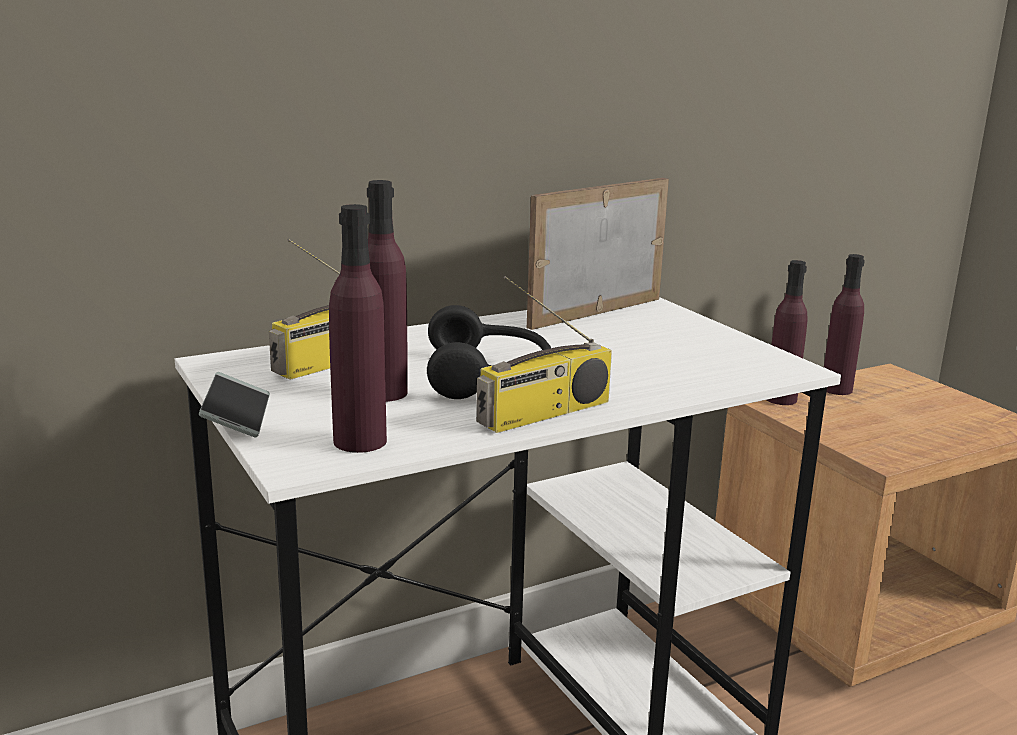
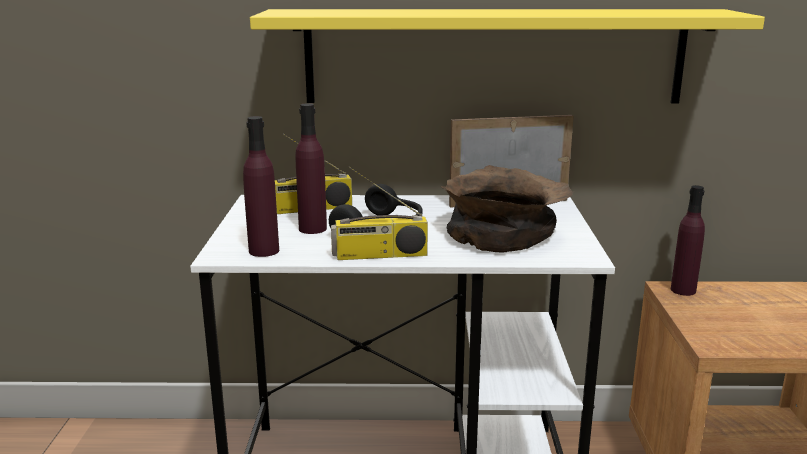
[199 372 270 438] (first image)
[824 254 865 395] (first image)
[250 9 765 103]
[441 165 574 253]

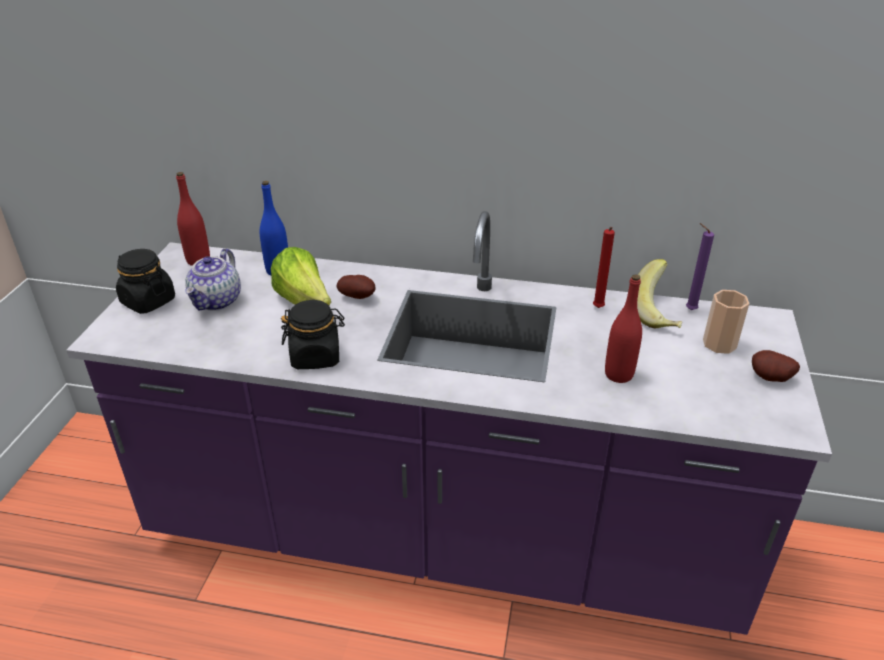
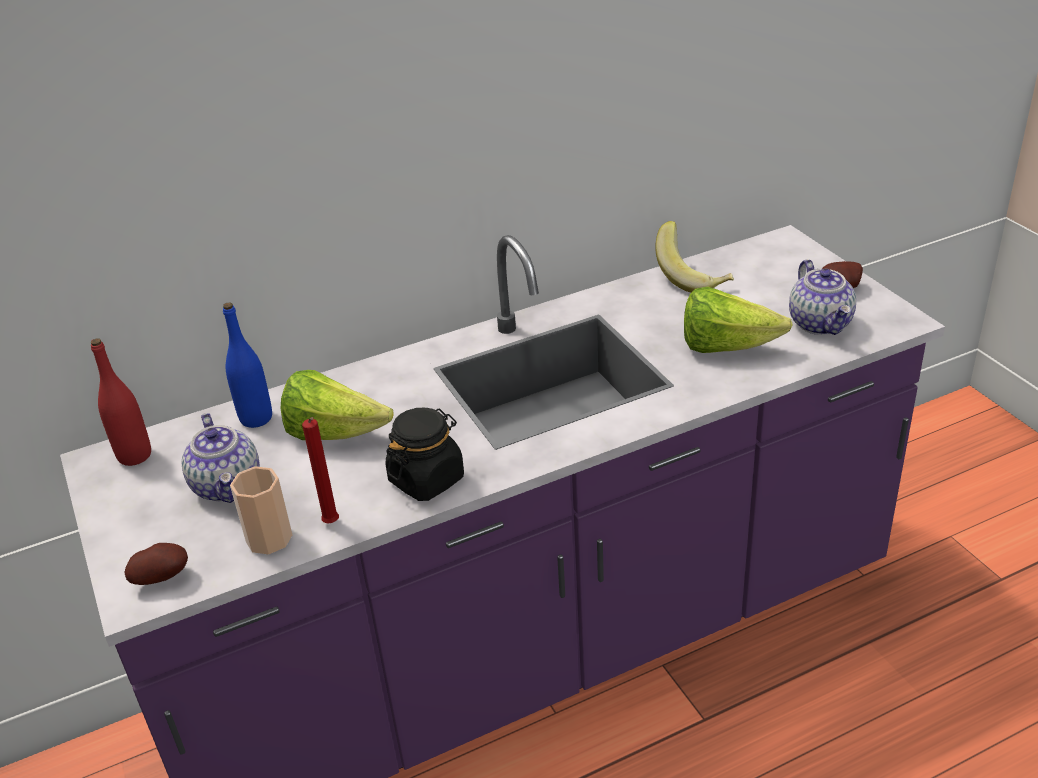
[116 249 175 314] (first image)
[125 543 188 585]
[302 417 339 523]
[684 287 793 353]
[686 223 714 310] (first image)
[230 466 293 554]
[789 259 856 335]

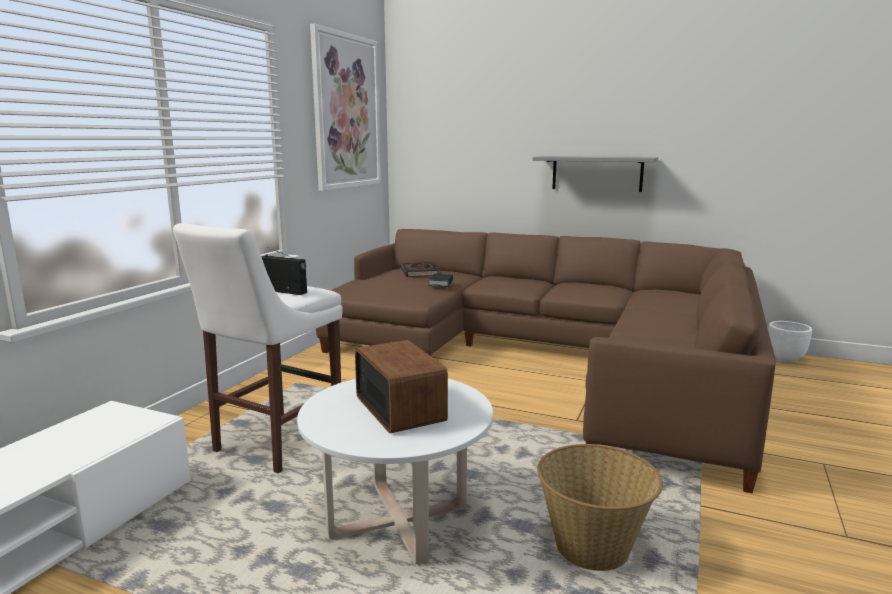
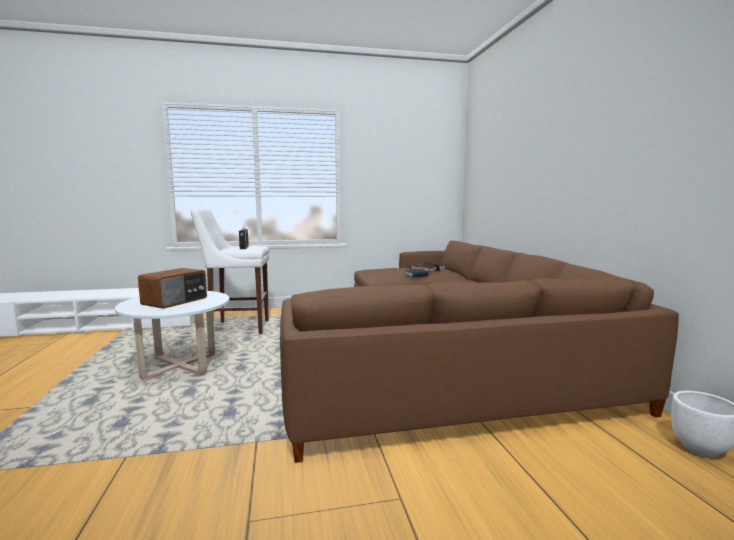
[310 24 381 191] (first image)
[532 156 658 192] (first image)
[537 444 663 571] (first image)

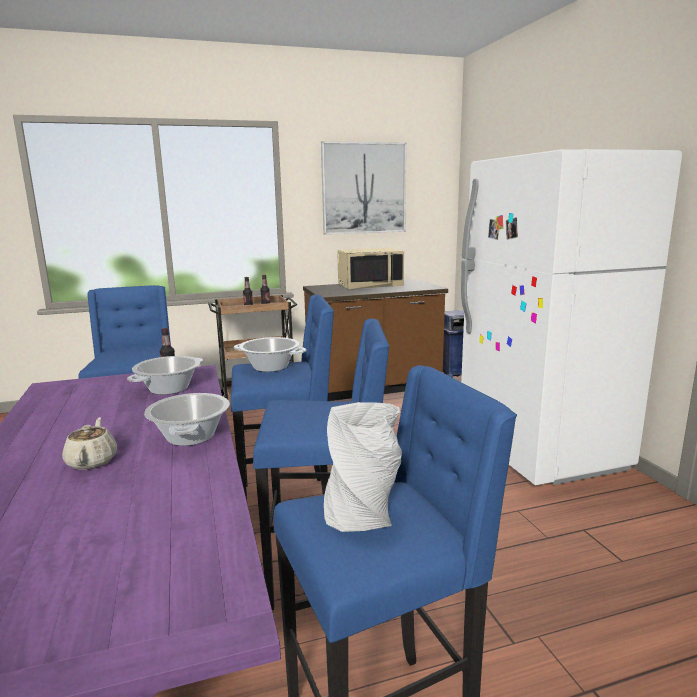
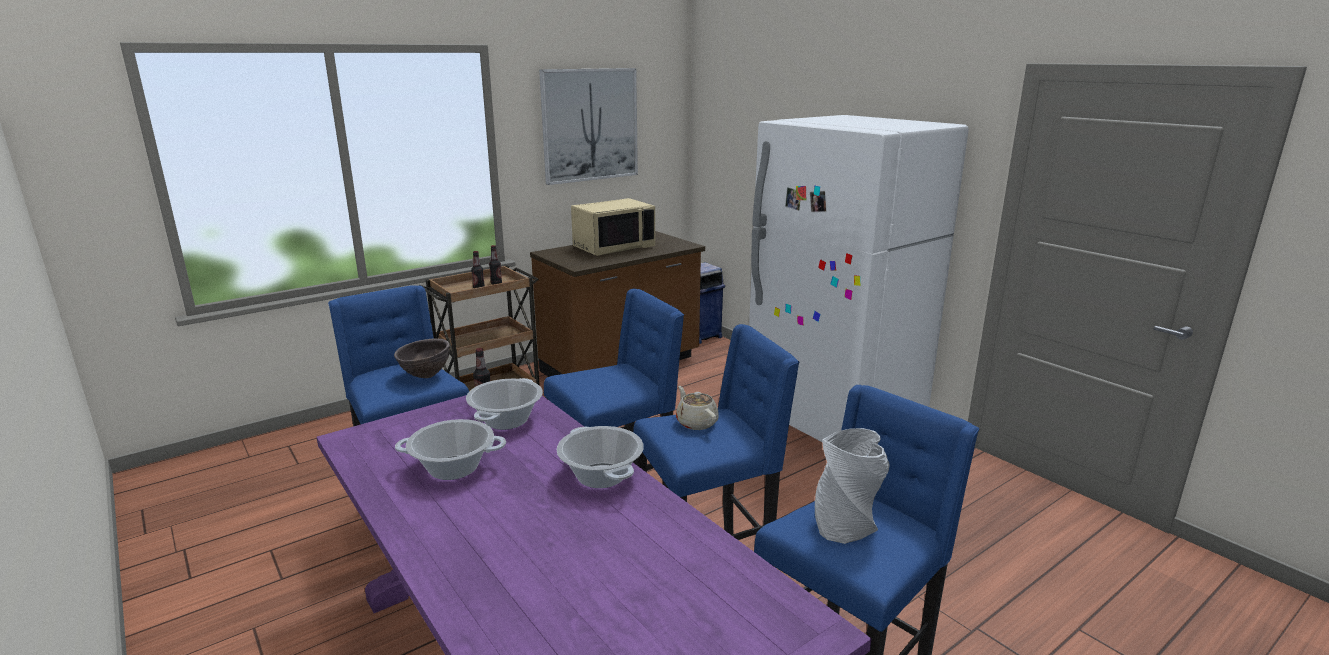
[676 386 719 430]
[395 419 506 480]
[394 339 450 378]

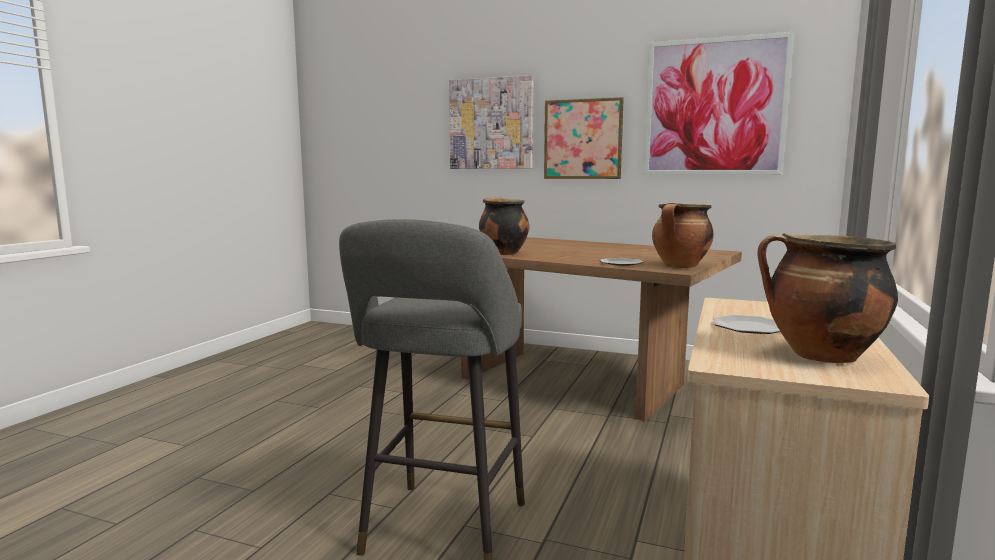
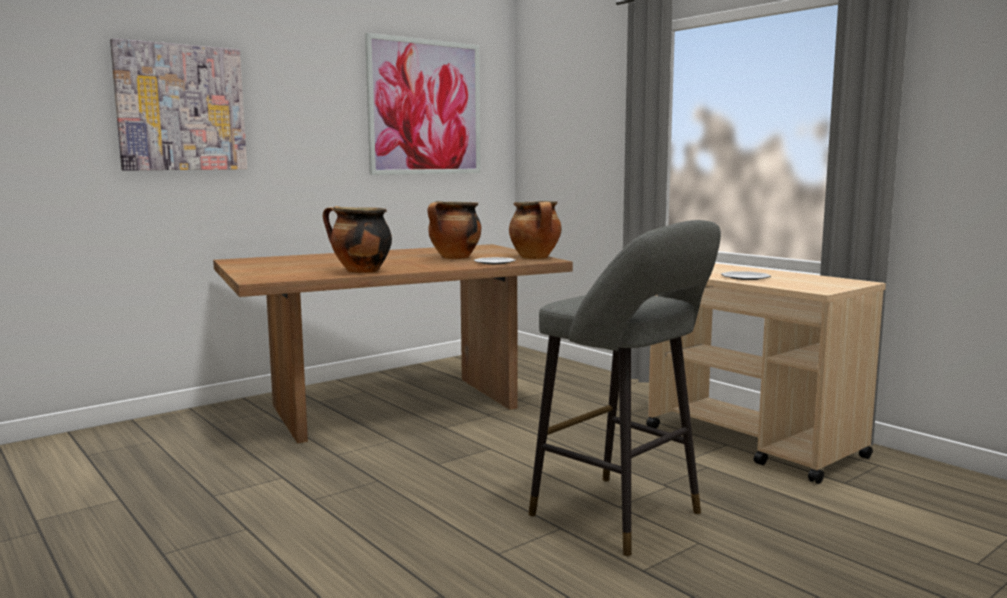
[544 97 624 179] (first image)
[427 201 481 259]

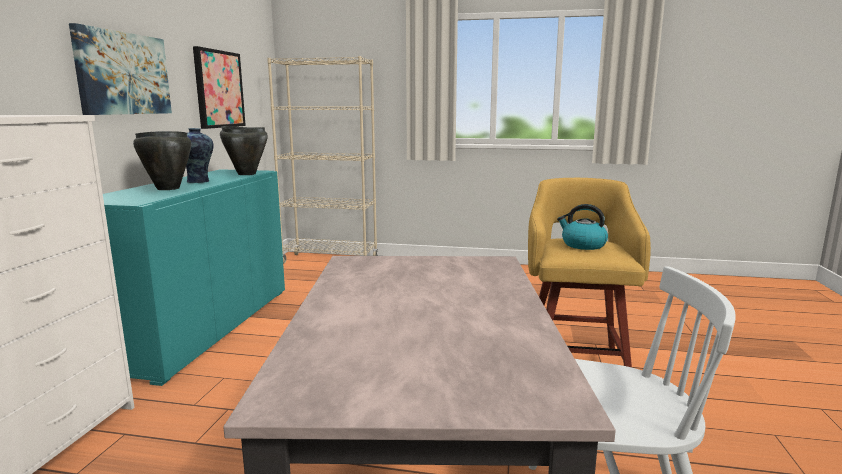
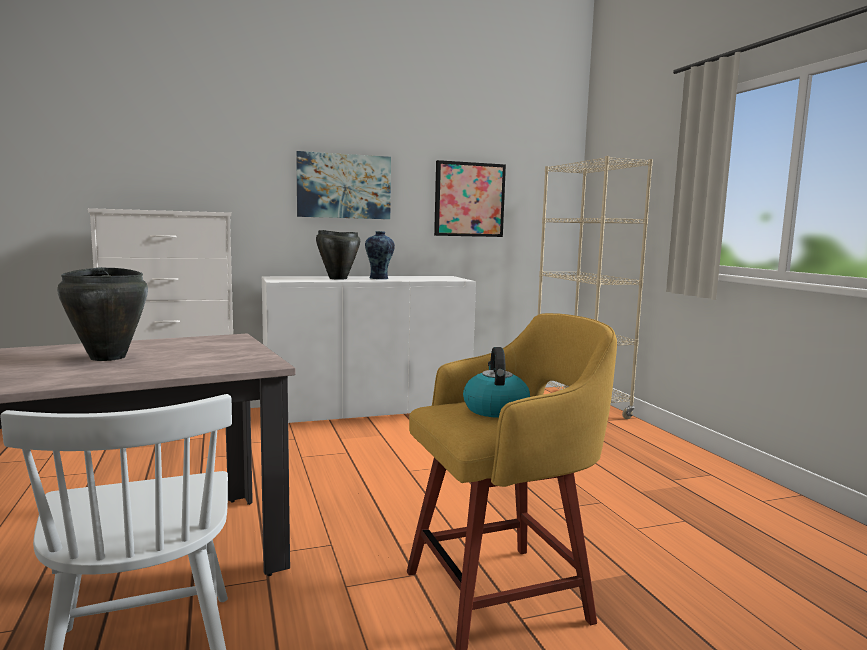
[262 276 476 423]
[57 267 148 361]

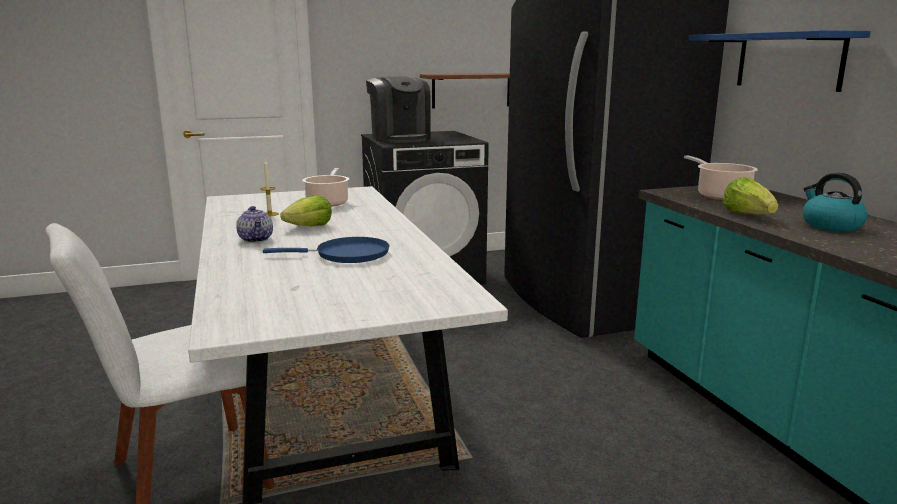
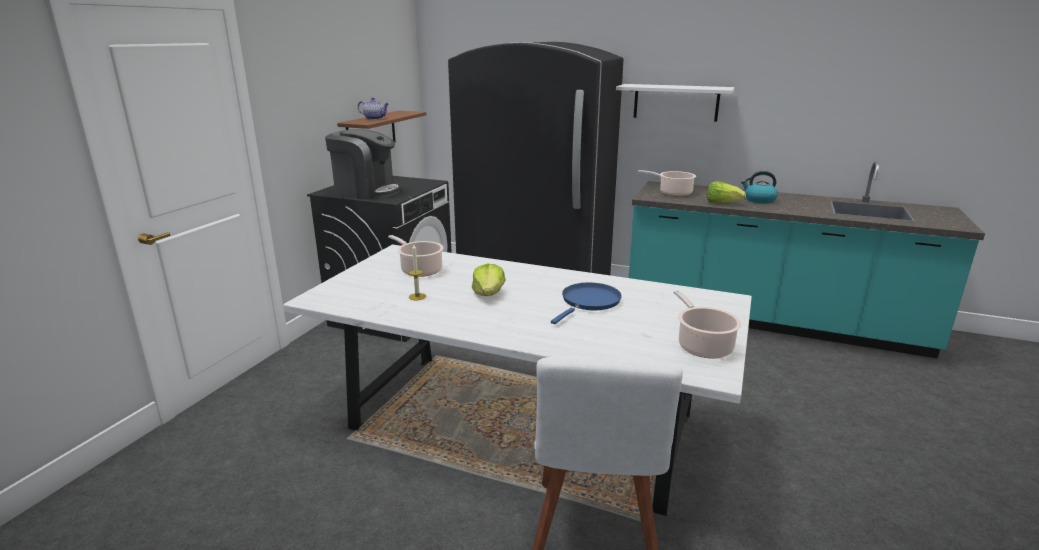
[358 97 389 120]
[616 84 735 122]
[673 290 741 359]

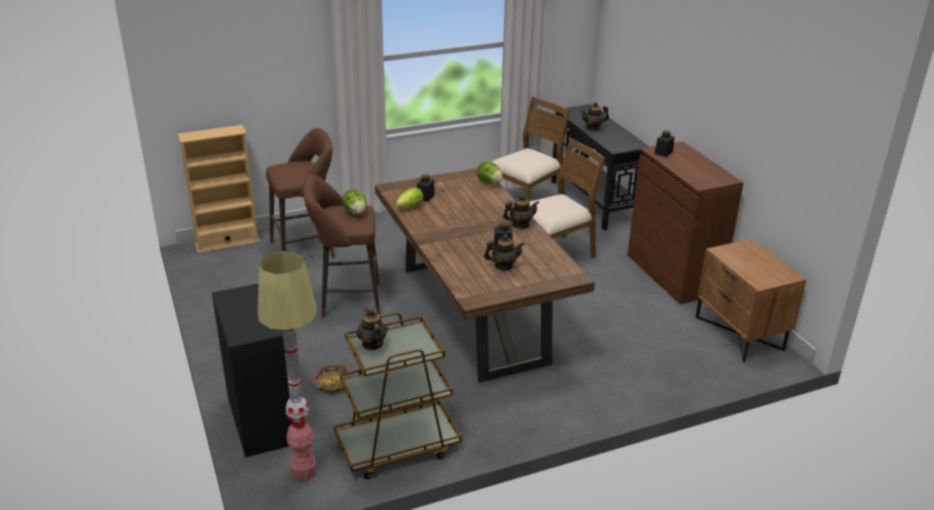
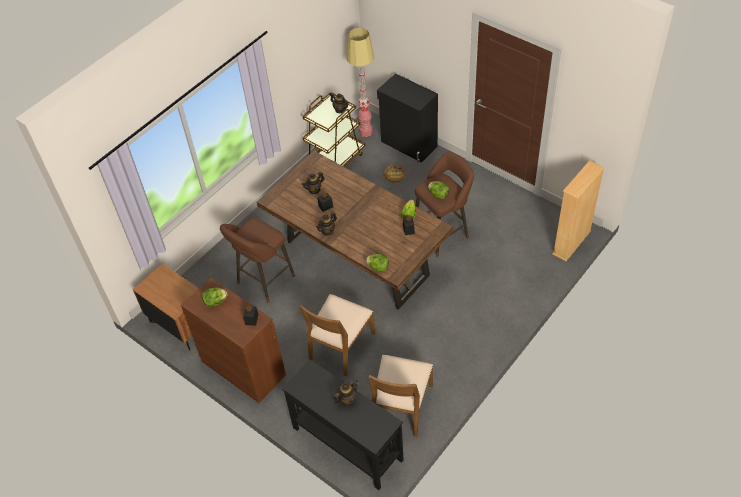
[220 218 295 303]
[202 288 227 307]

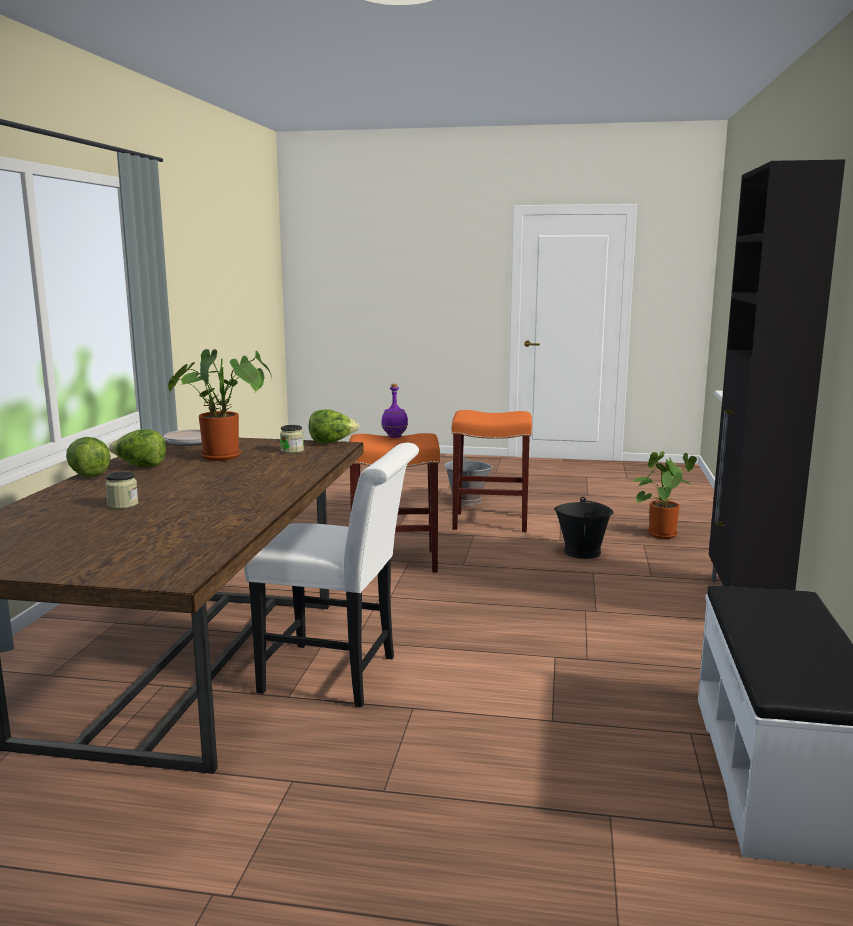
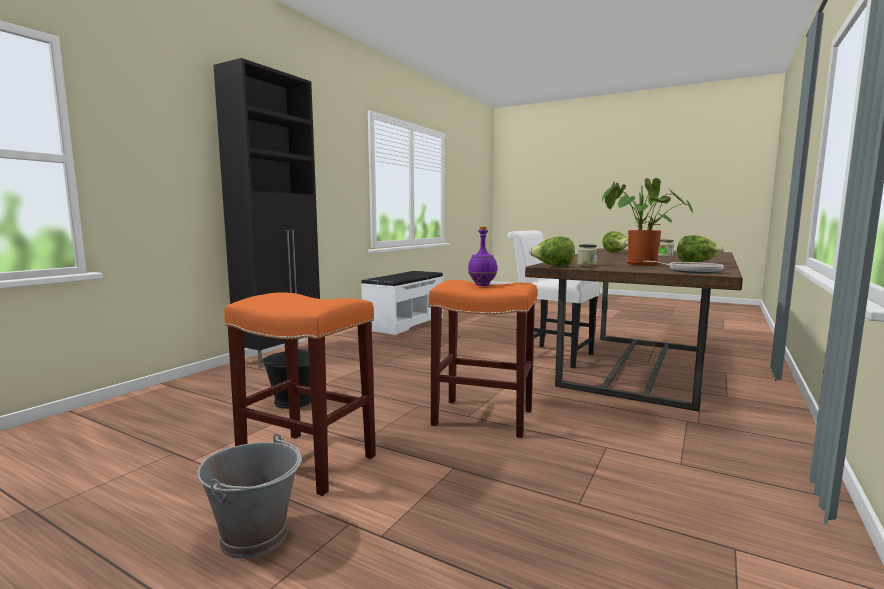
[602 231 628 253]
[634 451 697 539] (first image)

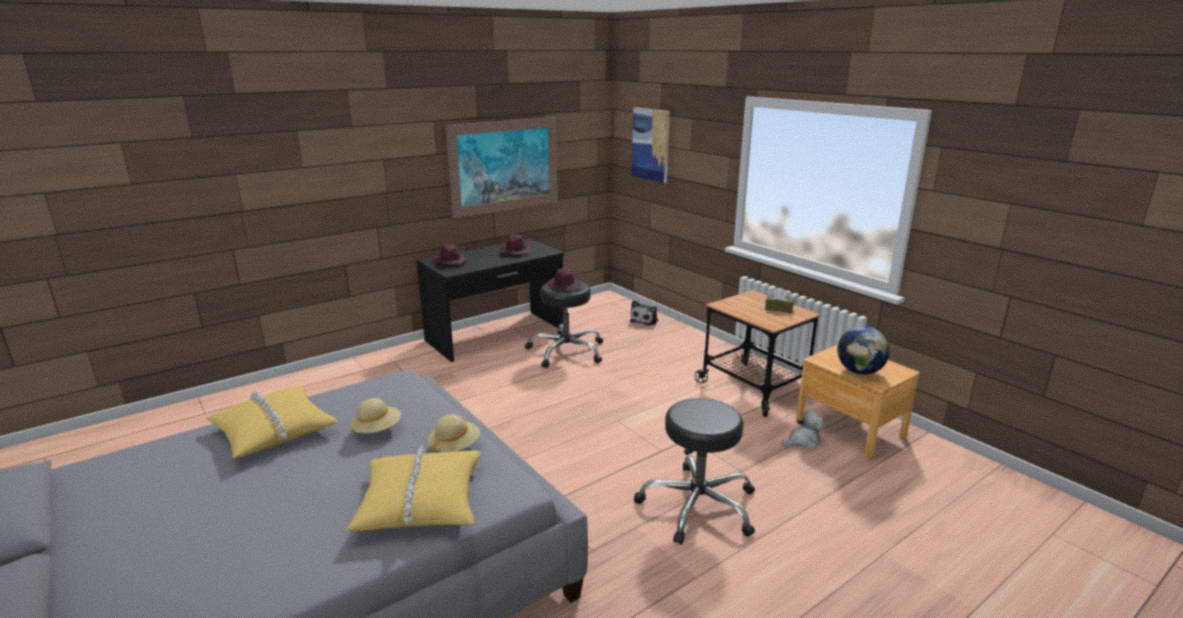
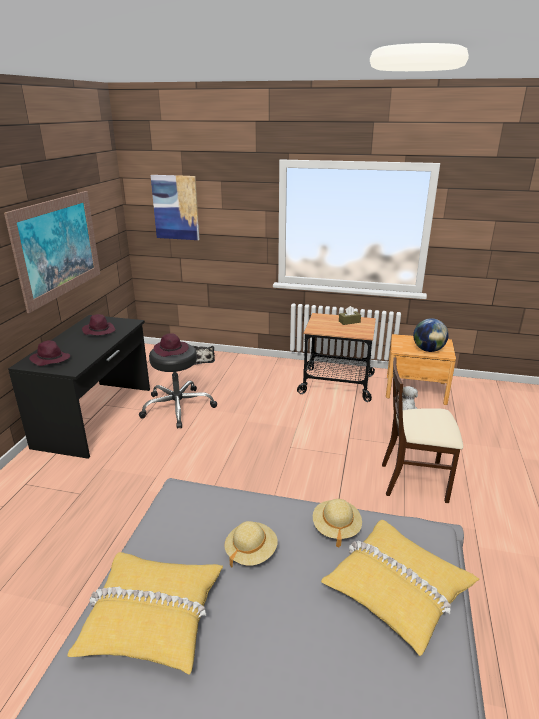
[382 357 463 503]

